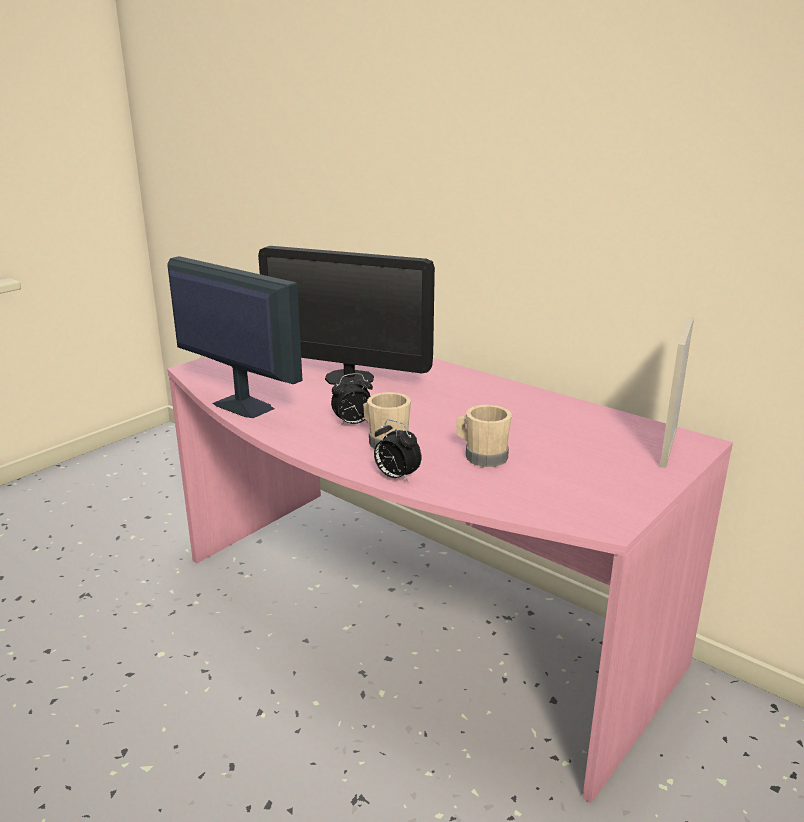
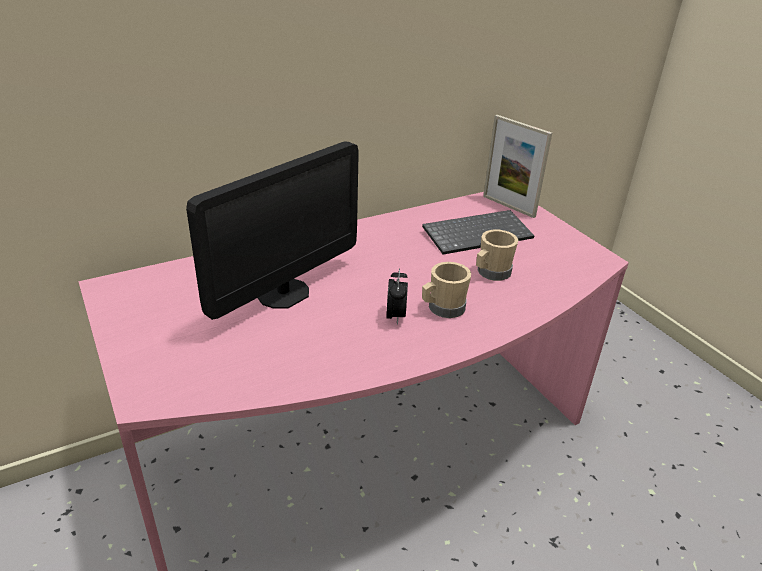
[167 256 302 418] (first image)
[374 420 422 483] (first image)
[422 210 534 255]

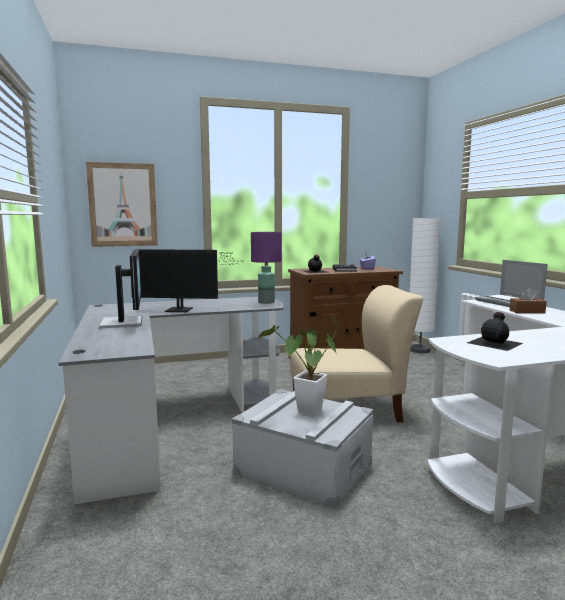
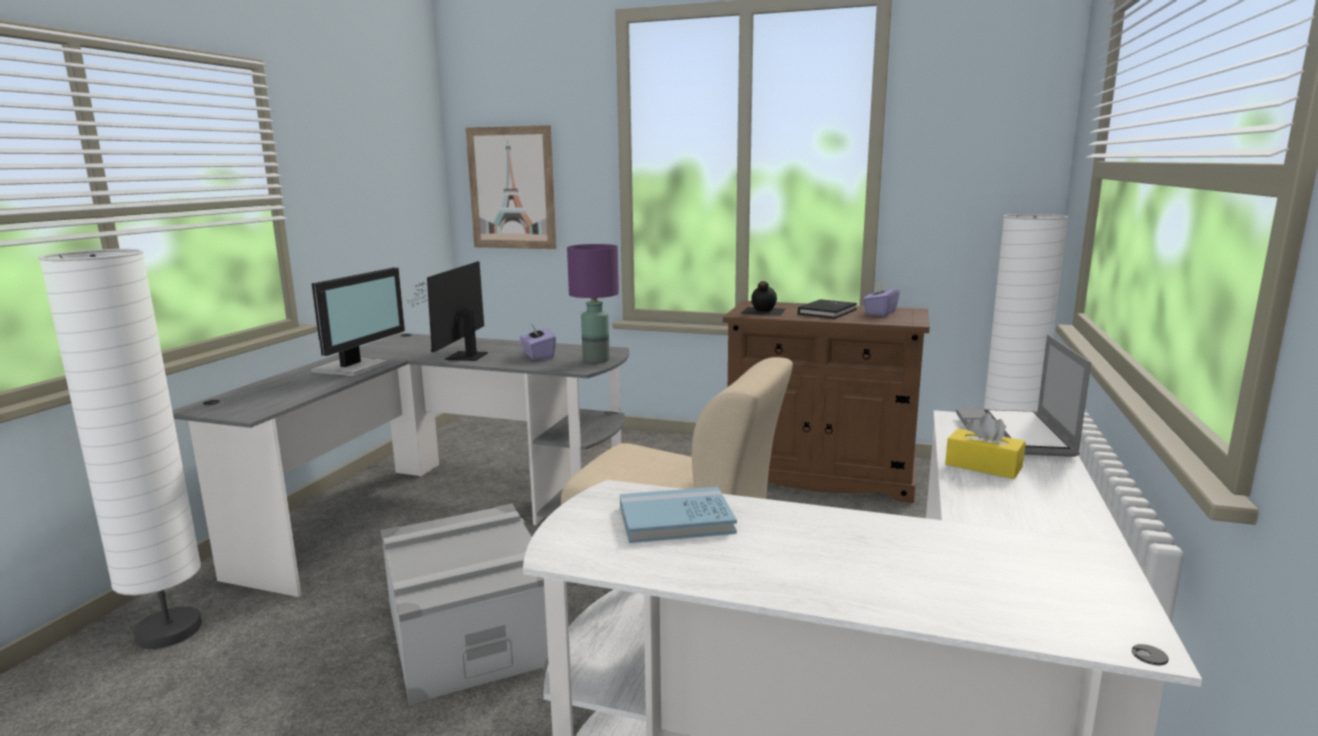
[407 261 488 361]
[259 316 341 416] (first image)
[620 487 737 543]
[945 413 1026 479]
[39 249 202 649]
[520 323 556 360]

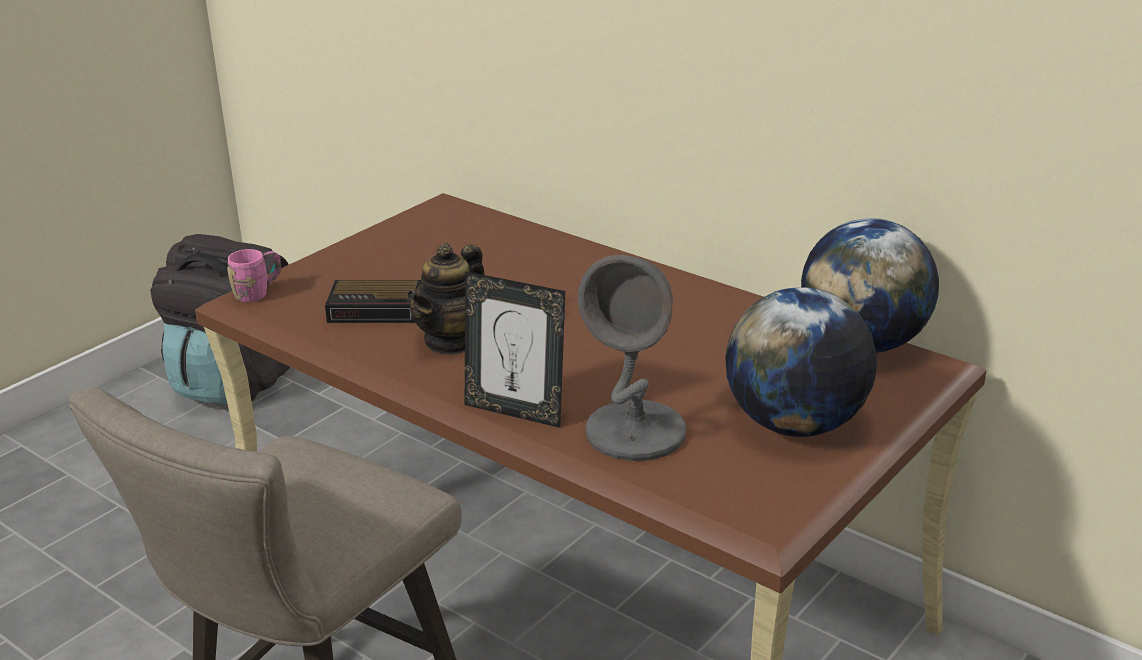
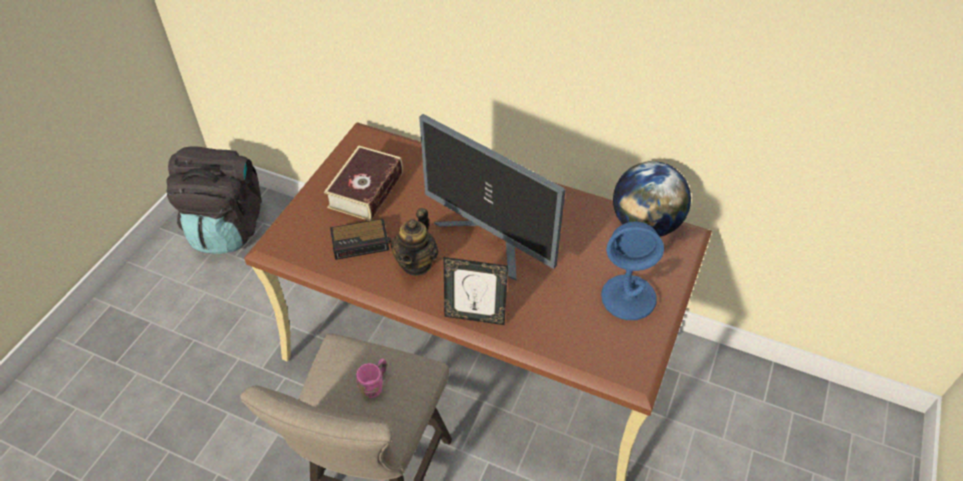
[356 359 387 398]
[578 255 686 461] (first image)
[601 222 664 320]
[324 145 403 221]
[419 114 566 281]

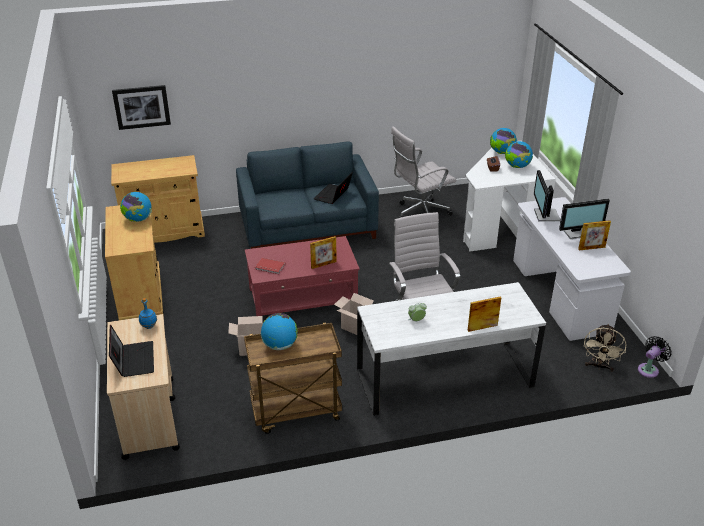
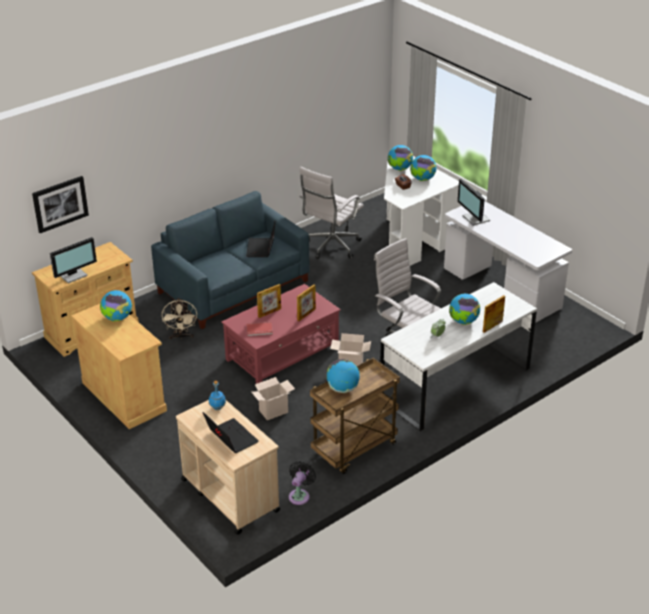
[50 237 97 284]
[257 284 281 318]
[162 298 197 339]
[289 461 316 505]
[449 294 480 325]

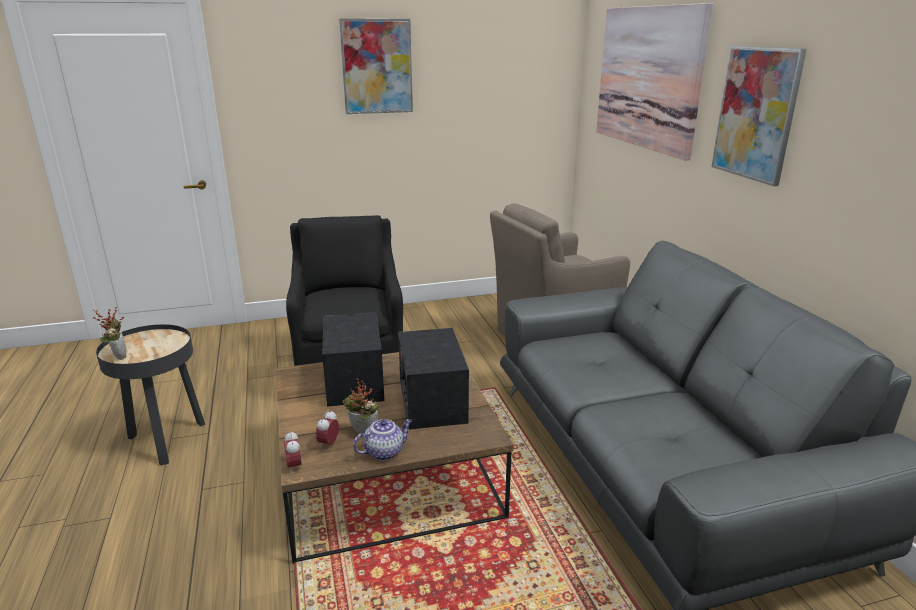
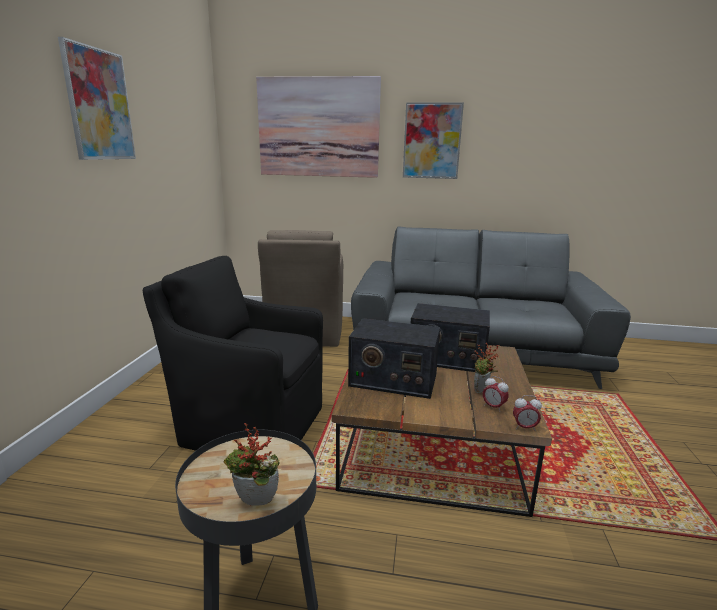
[353 419 413 460] (first image)

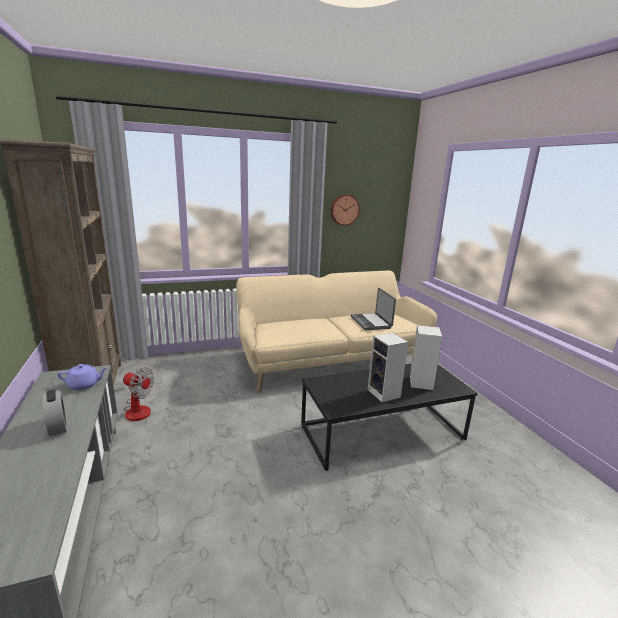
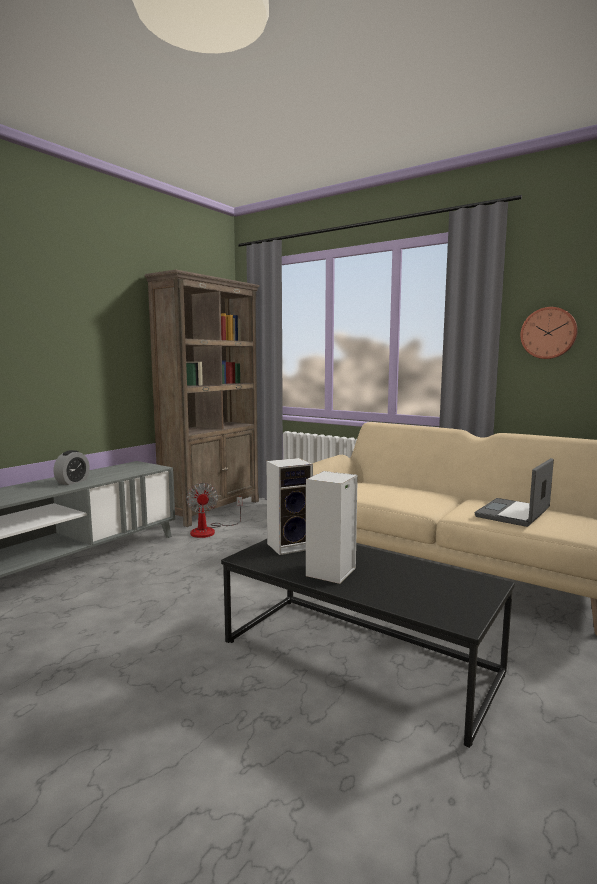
[57 364 108 390] (first image)
[266 458 313 555]

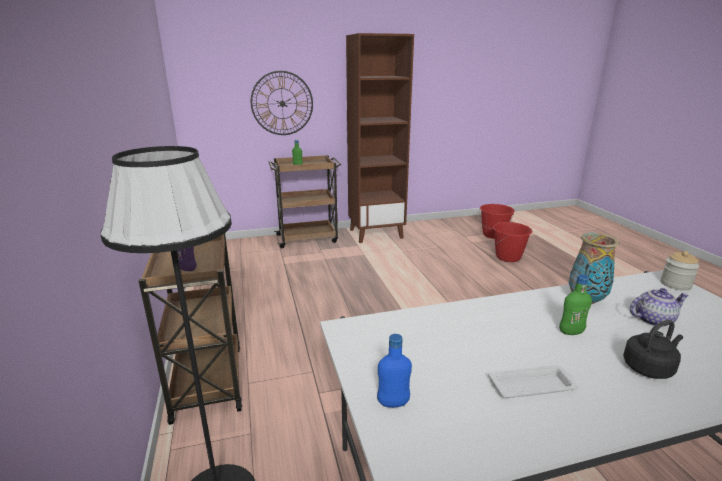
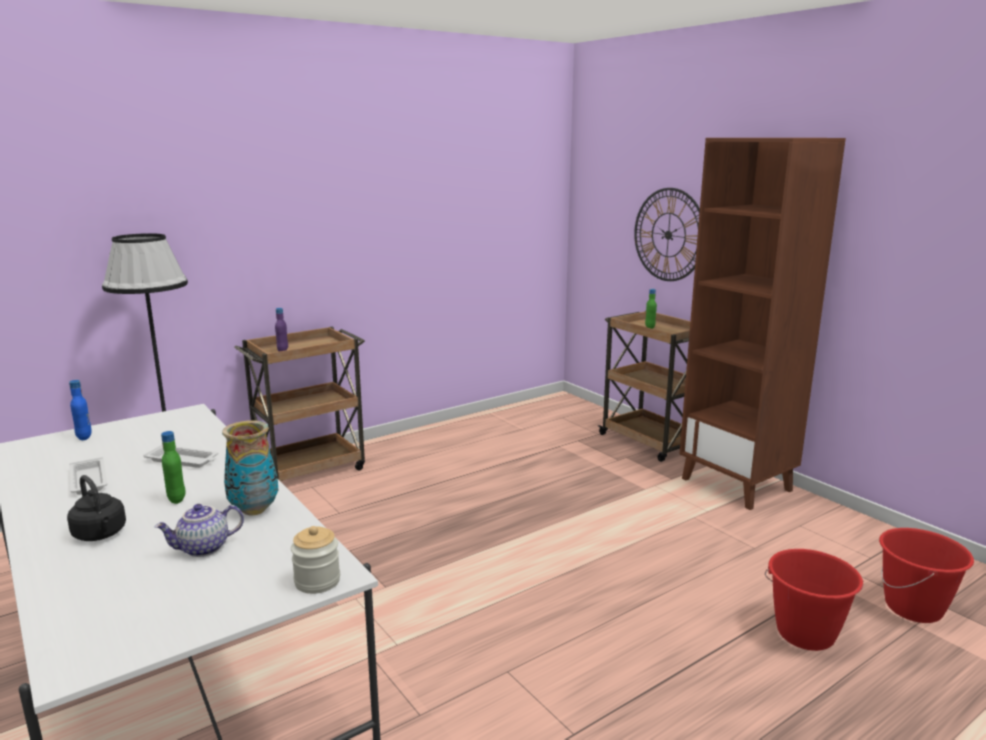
[154 504 244 557]
[143 444 218 468]

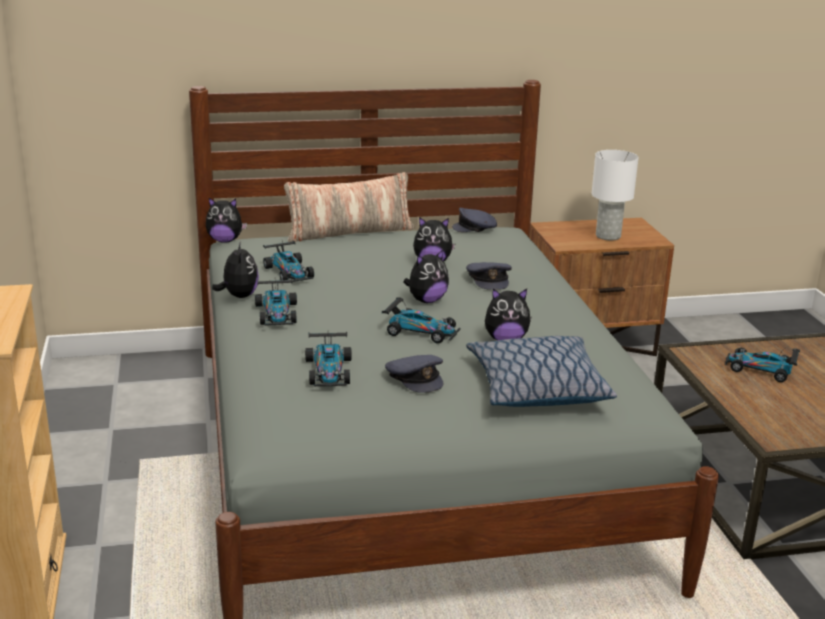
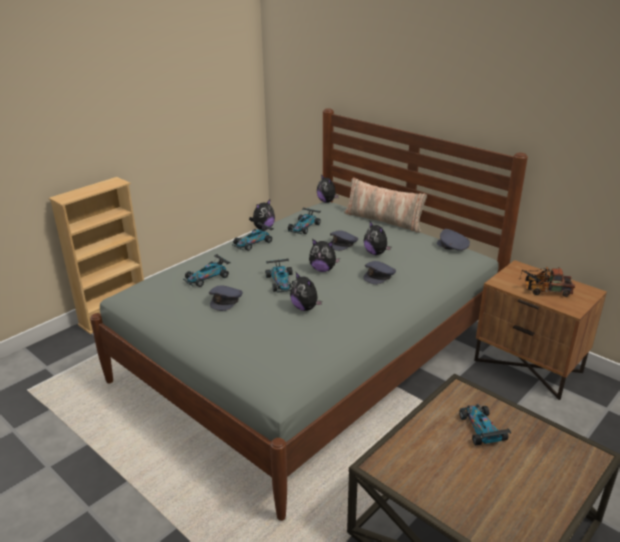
[466 336 617 407] (first image)
[519 267 575 297]
[330 230 358 251]

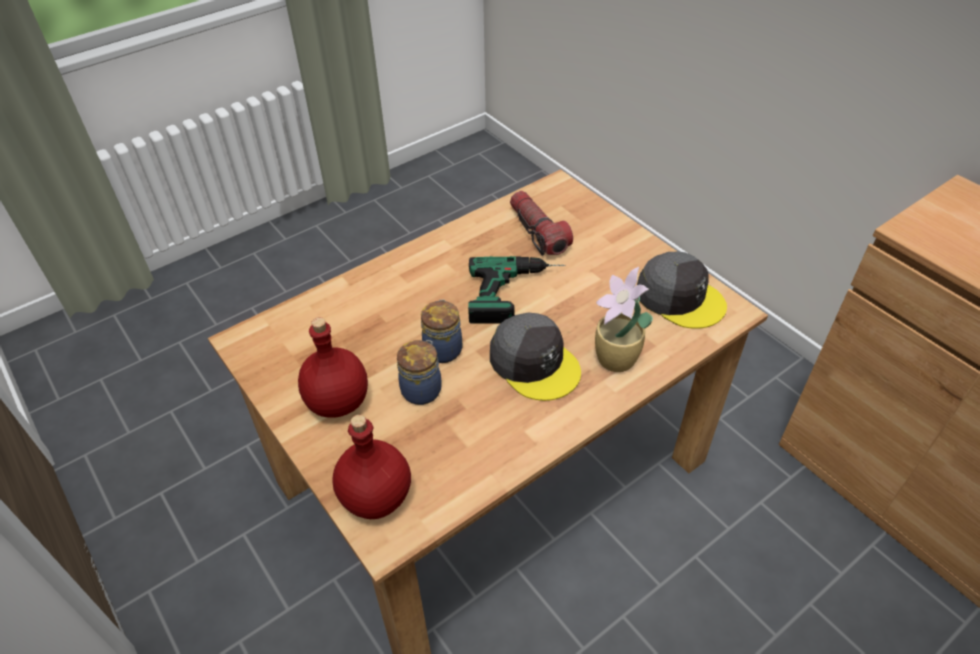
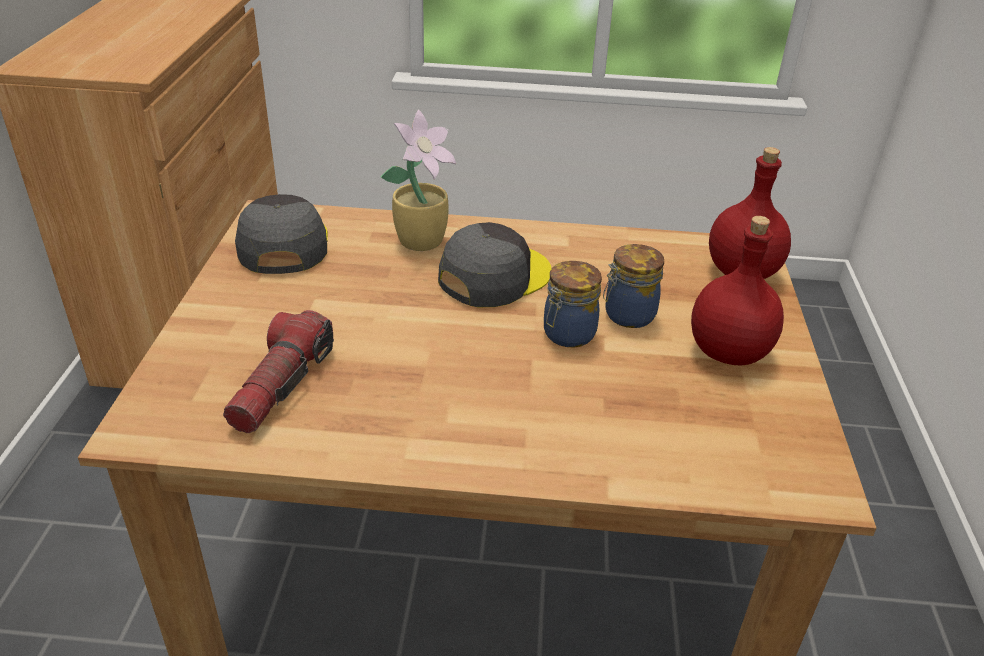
[468 256 566 324] (first image)
[438 222 552 307]

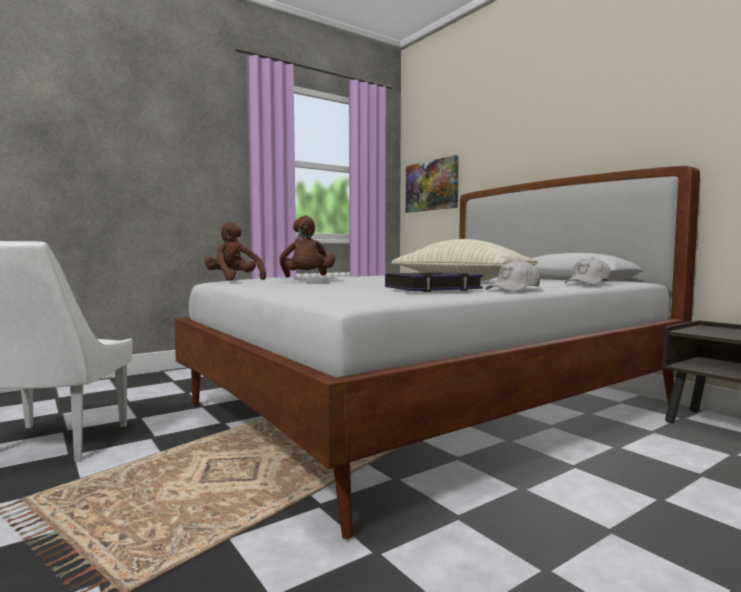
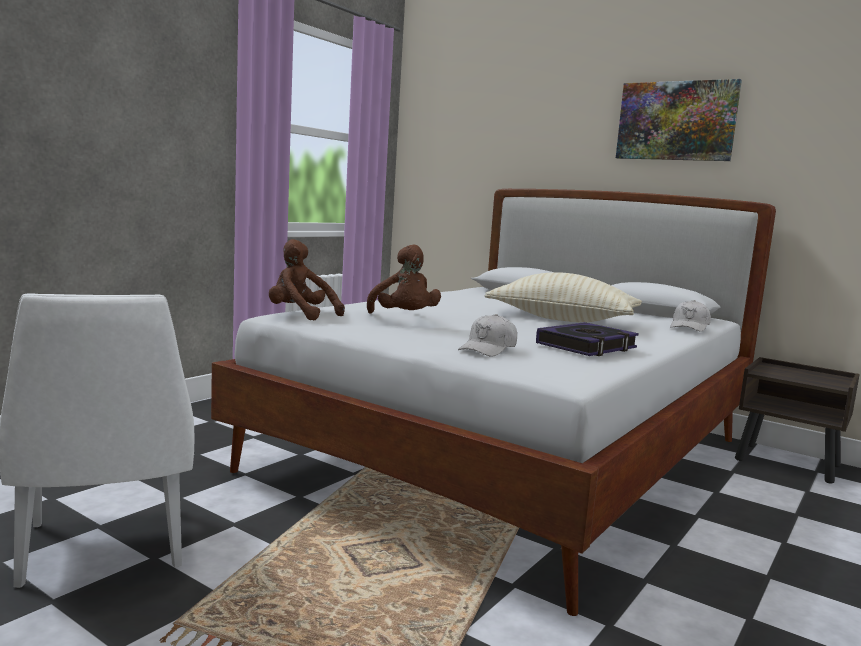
[616 79 742 161]
[458 314 517 357]

